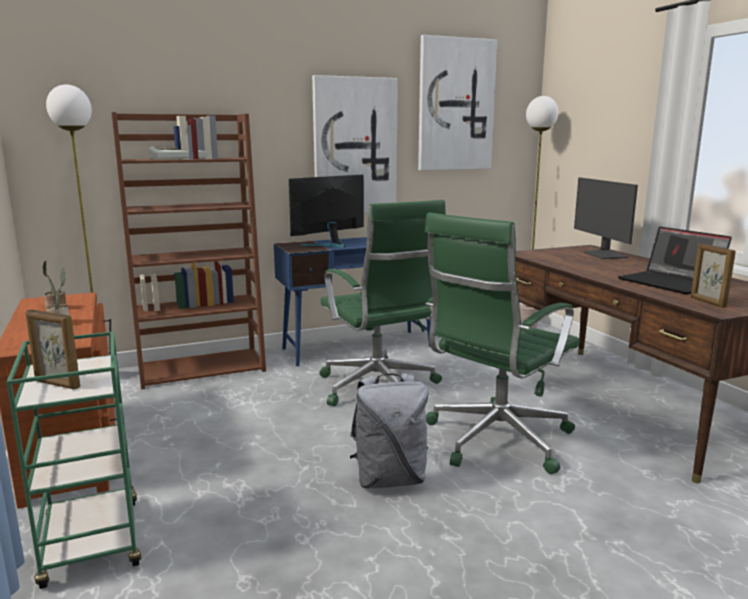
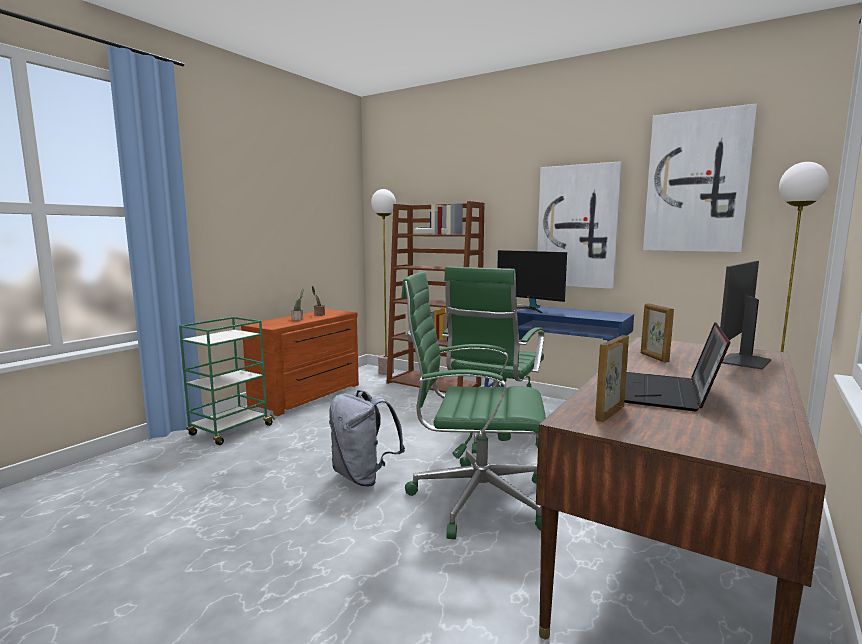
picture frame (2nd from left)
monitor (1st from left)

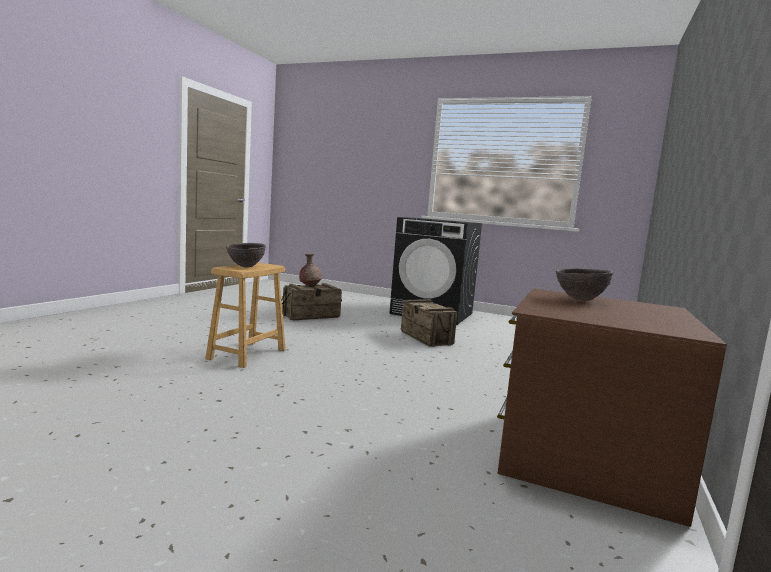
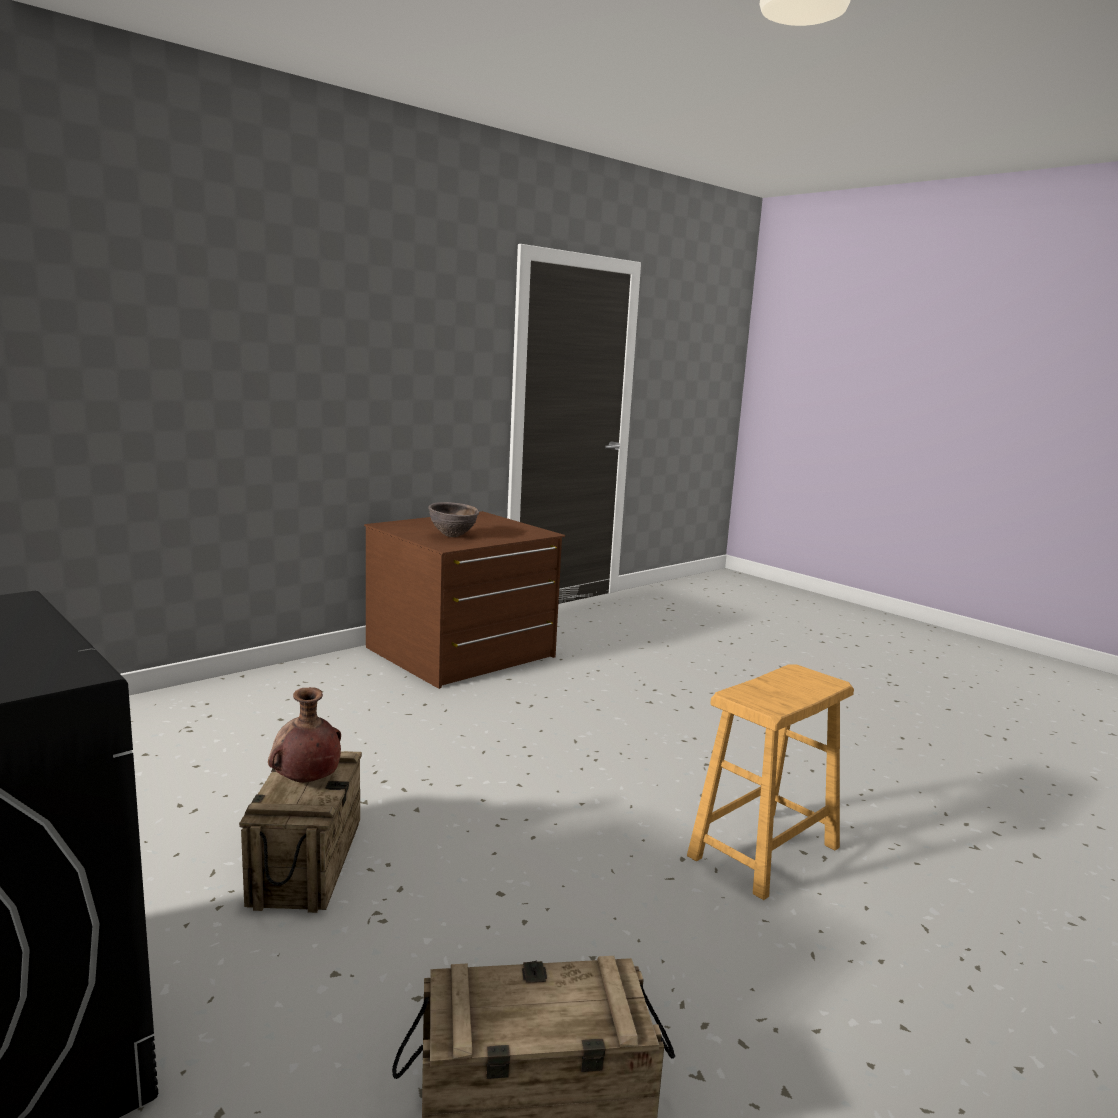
deep dish (brown) (1st from left in the first image)
decorative vase (brown)

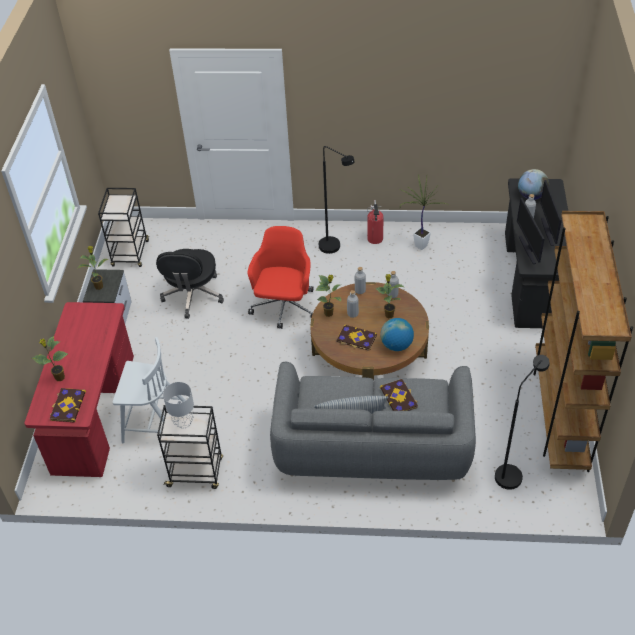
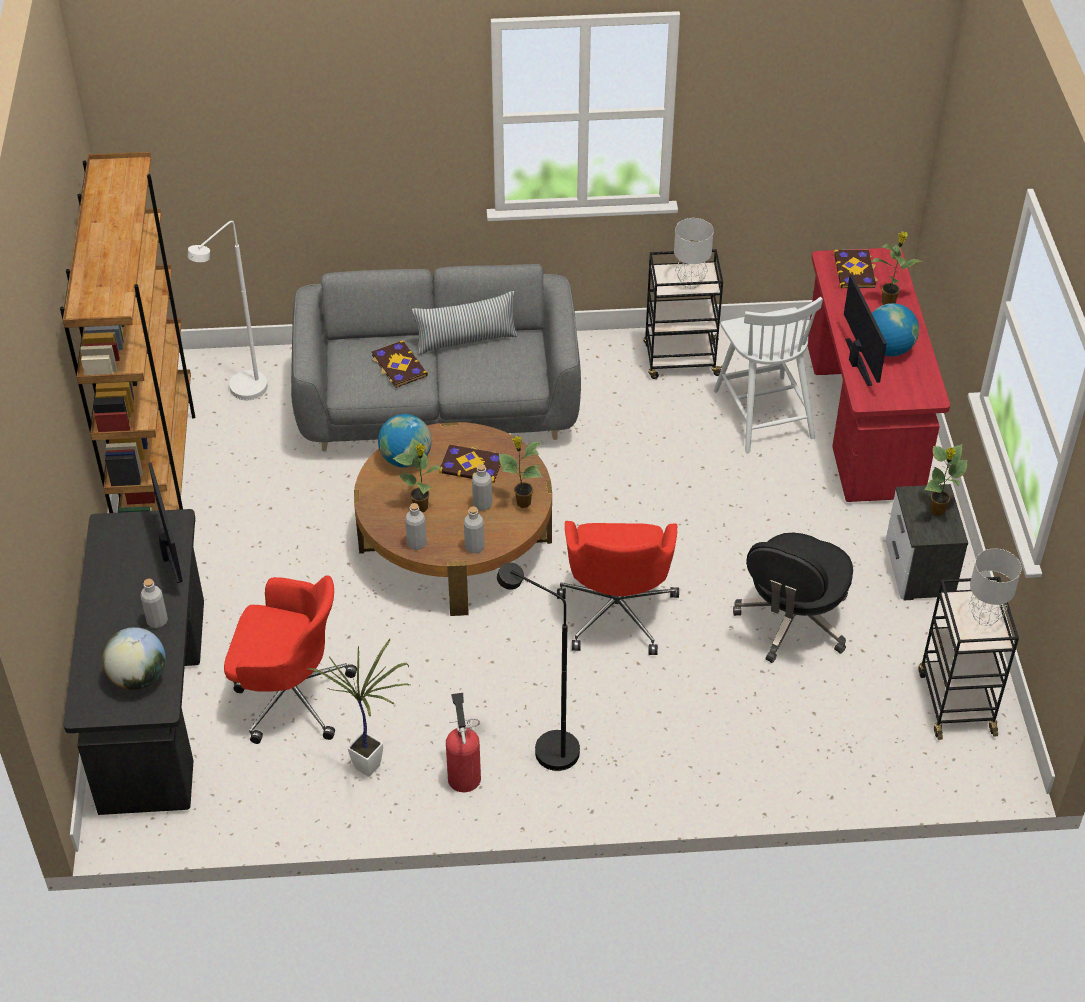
upright chair (white-coloured)
office chair (black)
standard lamp (white-coloured)
monitor (2nd from left)
office chair (red-coloured) (1st from left)
desk globe (3rd from left)
lamp for a table (gray) (2nd from left)

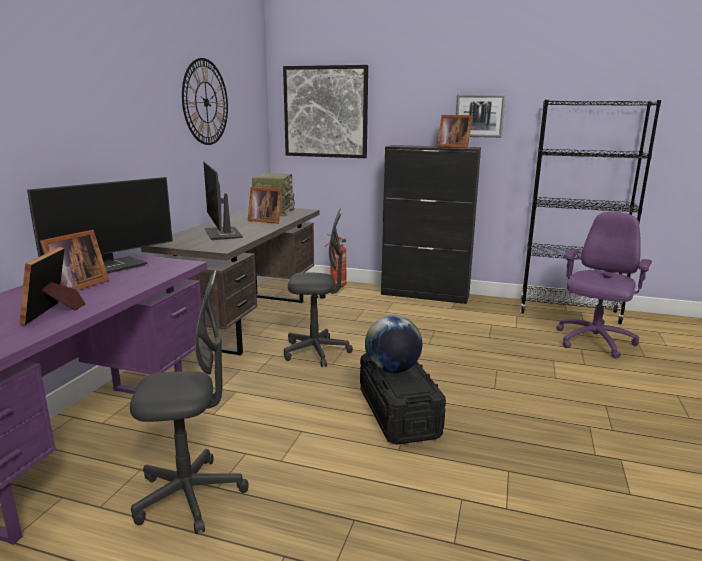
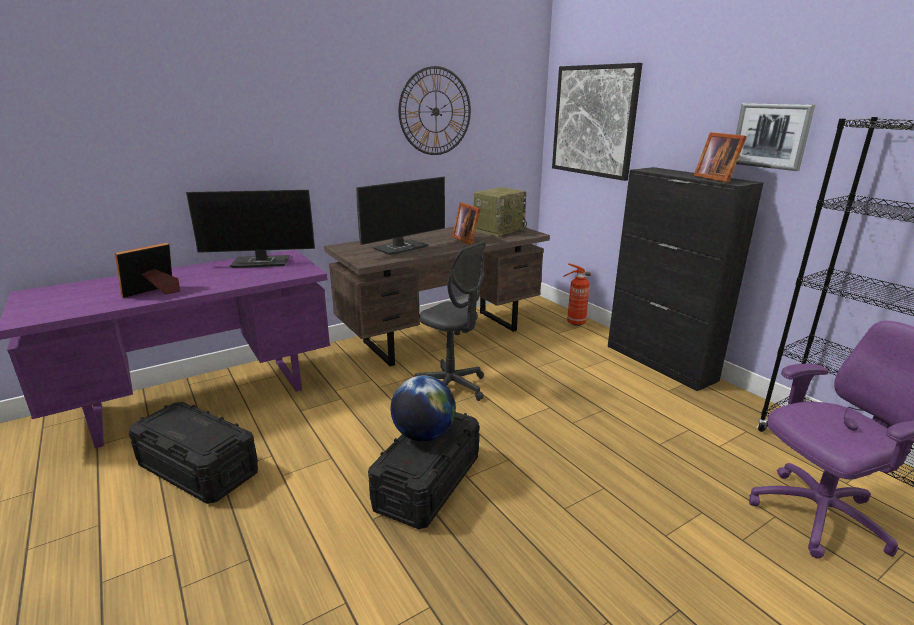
picture frame (2nd from left in the first image)
storage bin (black) (1st from left)
monitor (2nd from left)

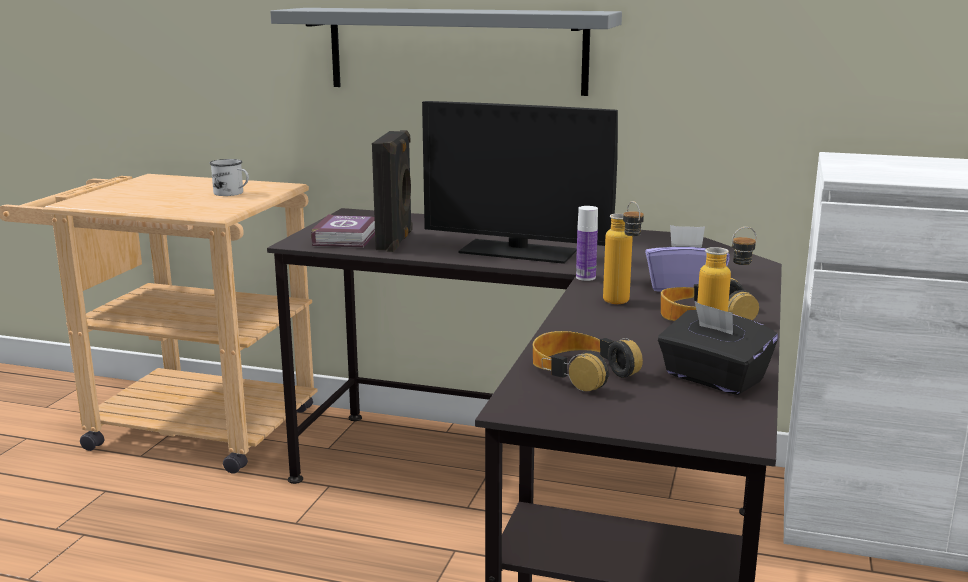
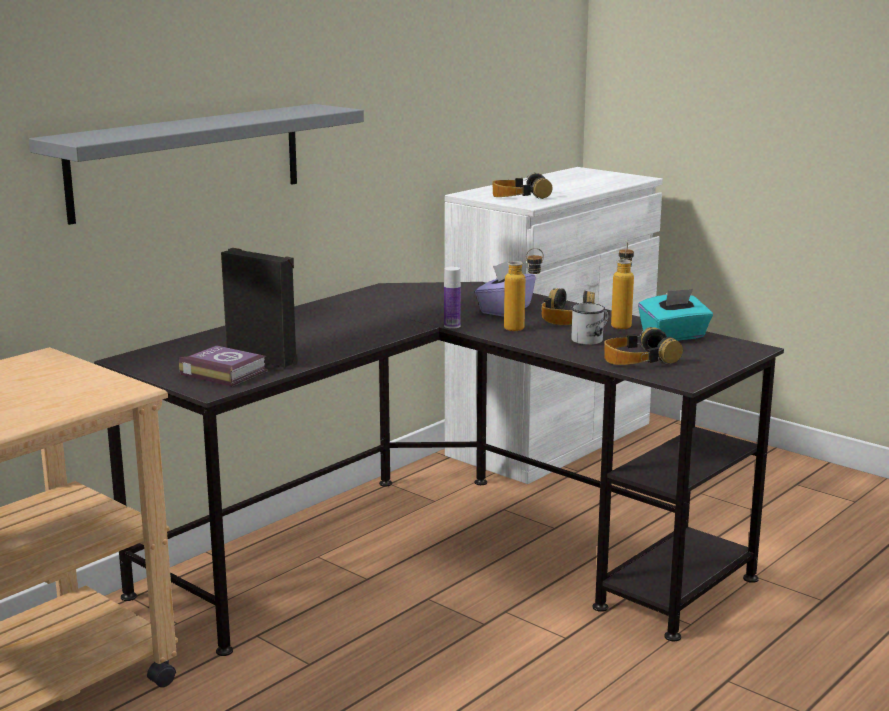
tea mug (white-coloured)
monitor
tissue holder (turquoise)
pair of headphones (1st from left)

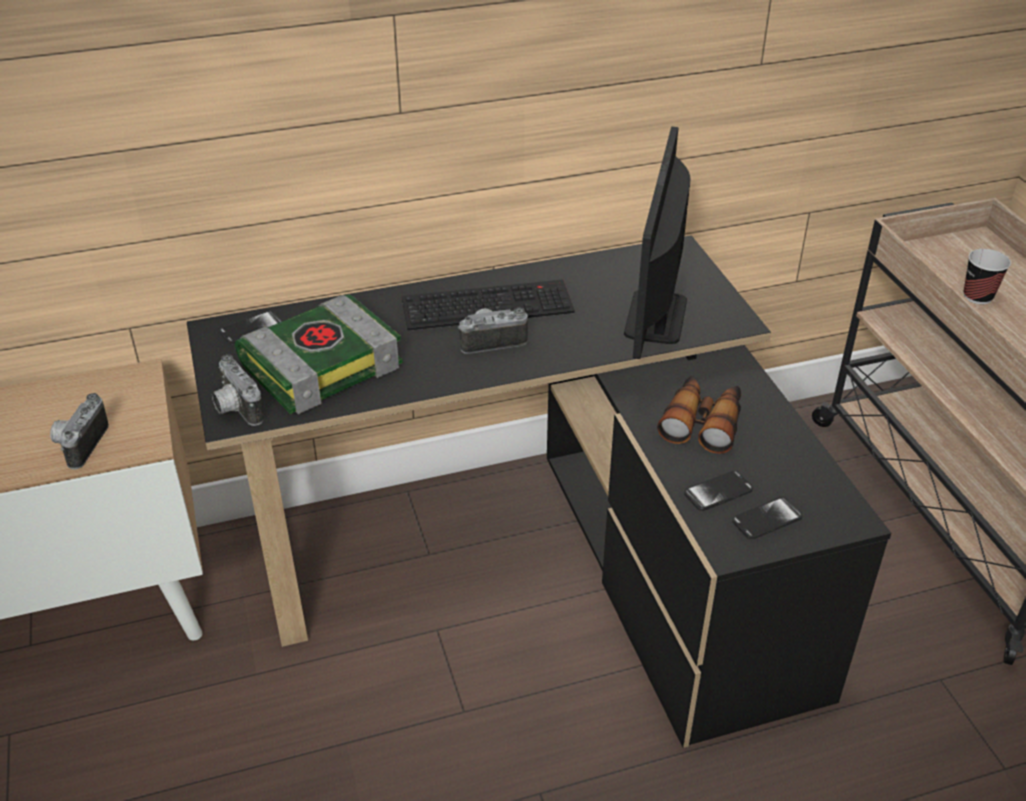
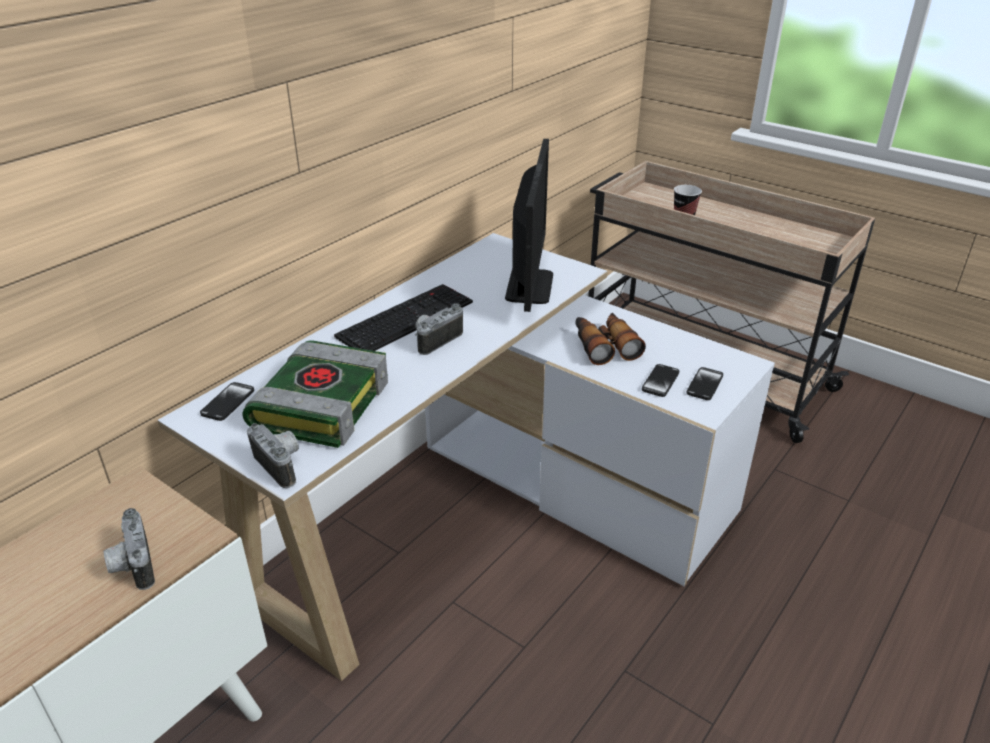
desk unit (white-coloured)
photo camera (2nd from left)
monitor

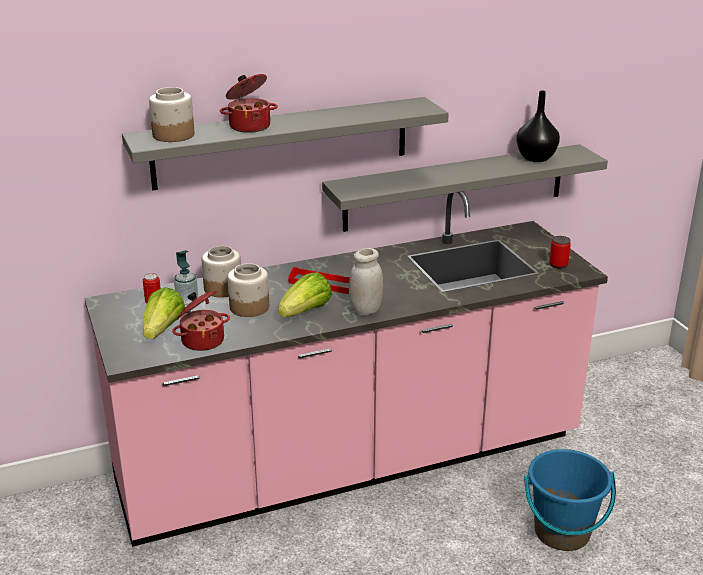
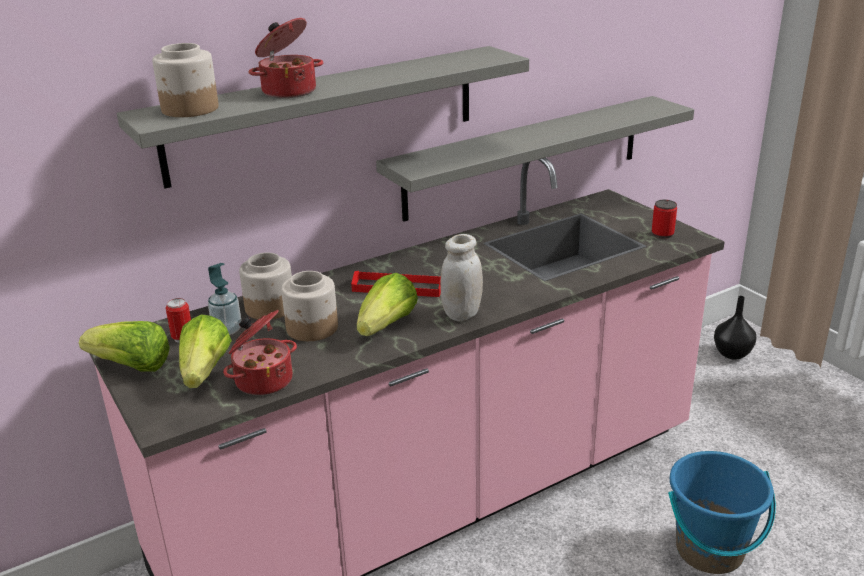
decorative vase (black)
lettuce (1st from left)

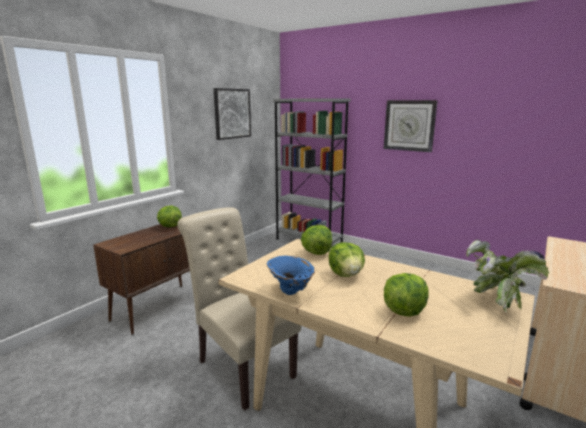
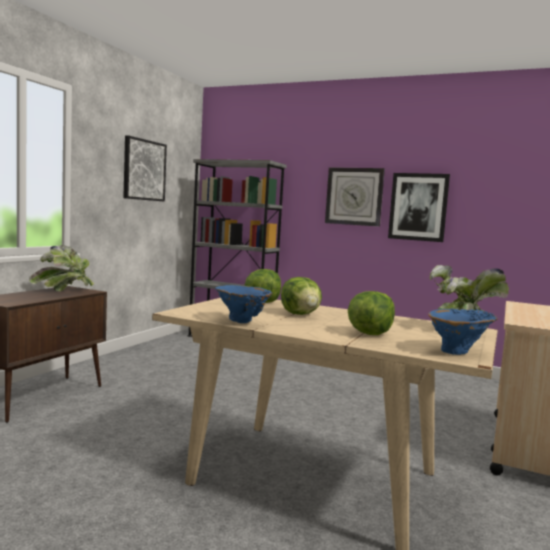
houseplant (1st from left)
upright chair (sand-coloured)
wall art (2nd from left)
decorative vase (bluish) (2nd from left)

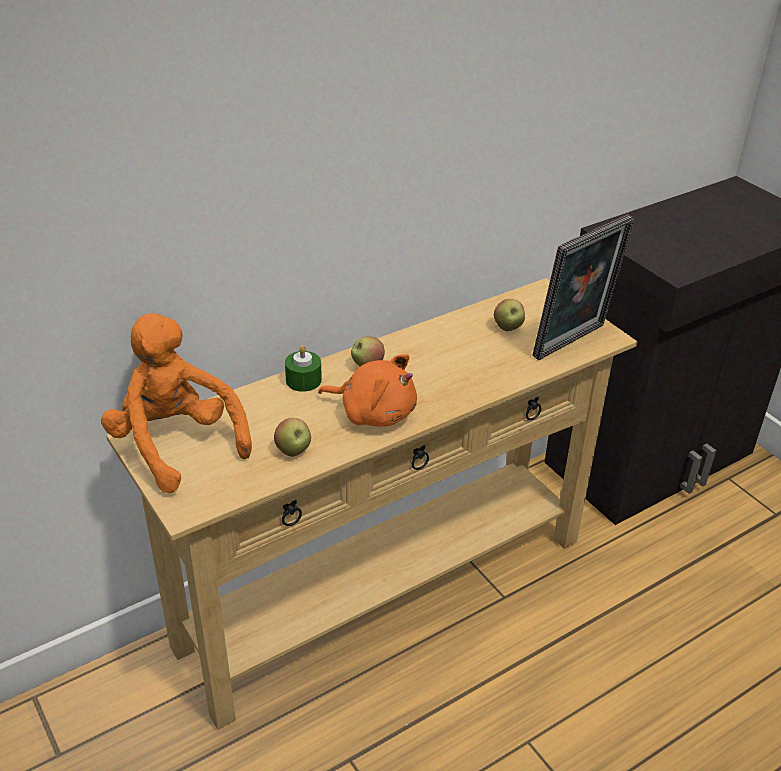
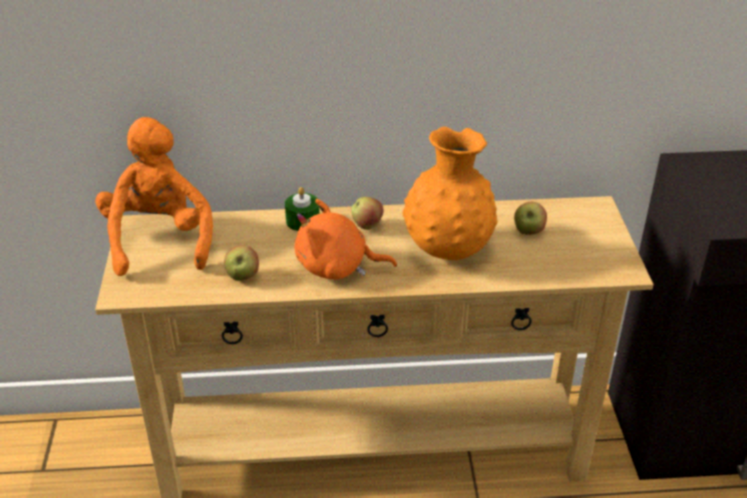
cuddly toy (orange-coloured) (2nd from left)
picture frame
decorative vase (orange-coloured)

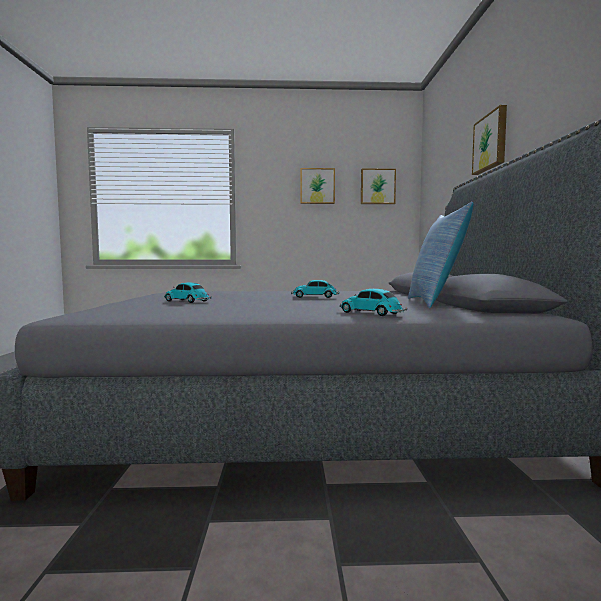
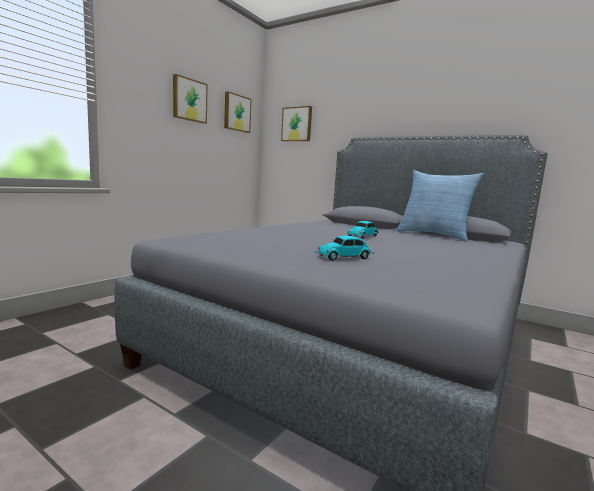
miniature car (3rd from left in the first image)
wall art (3rd from left)

